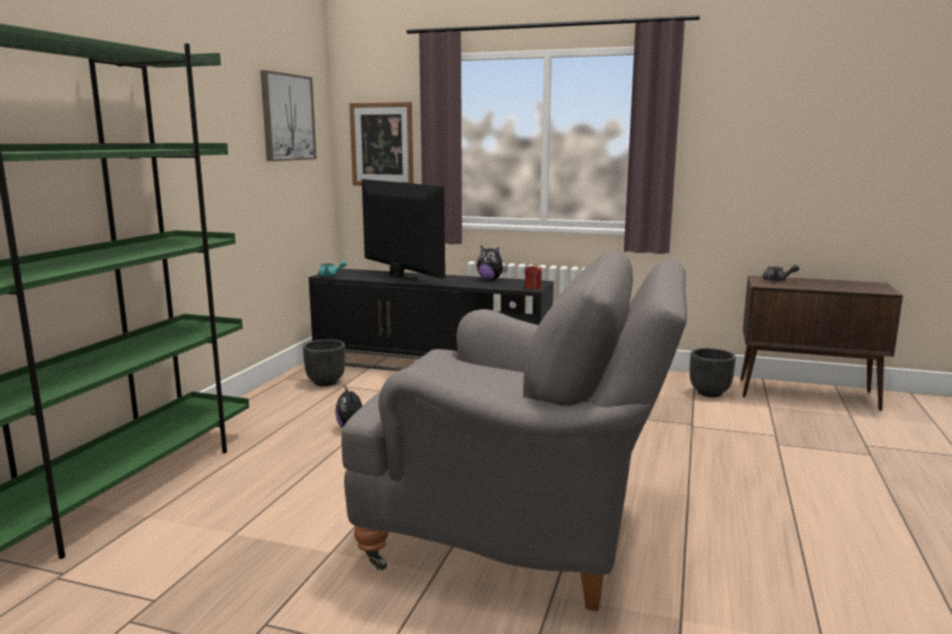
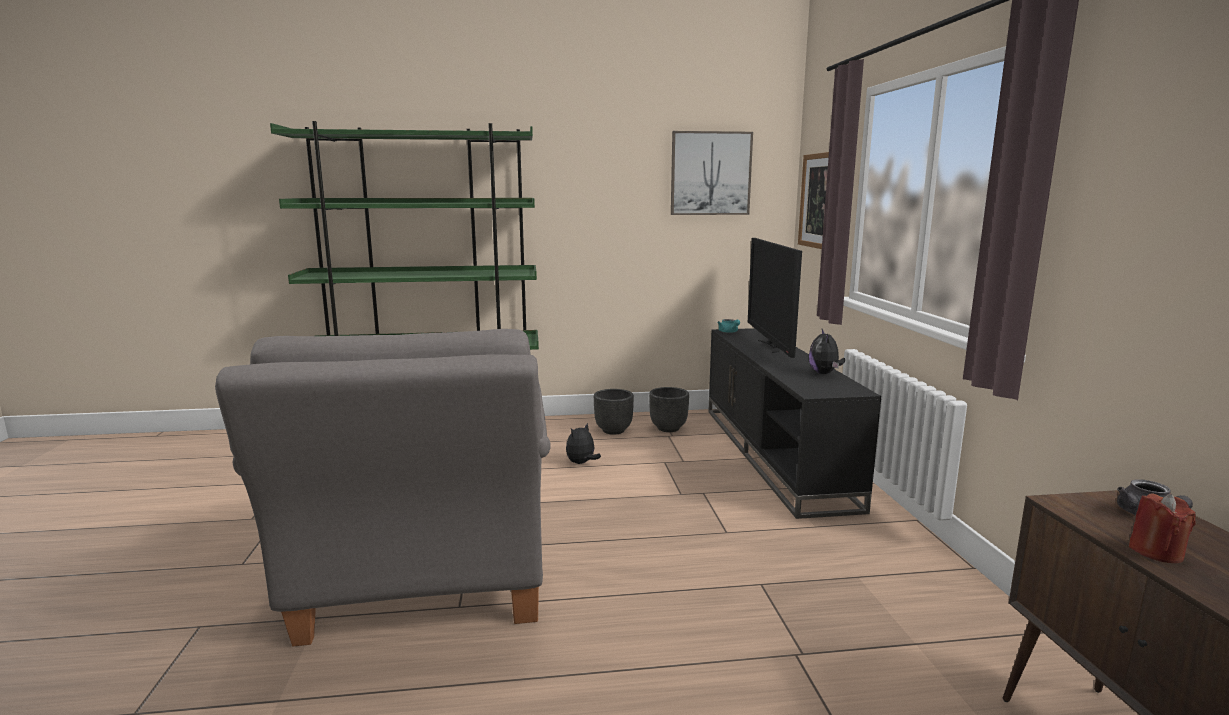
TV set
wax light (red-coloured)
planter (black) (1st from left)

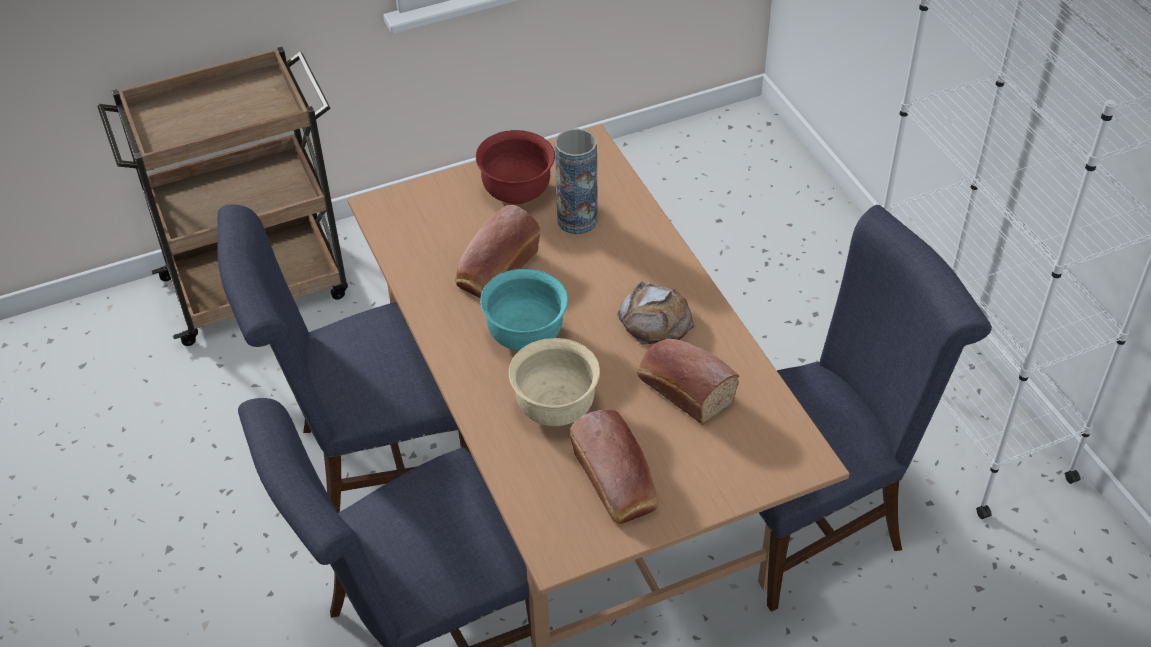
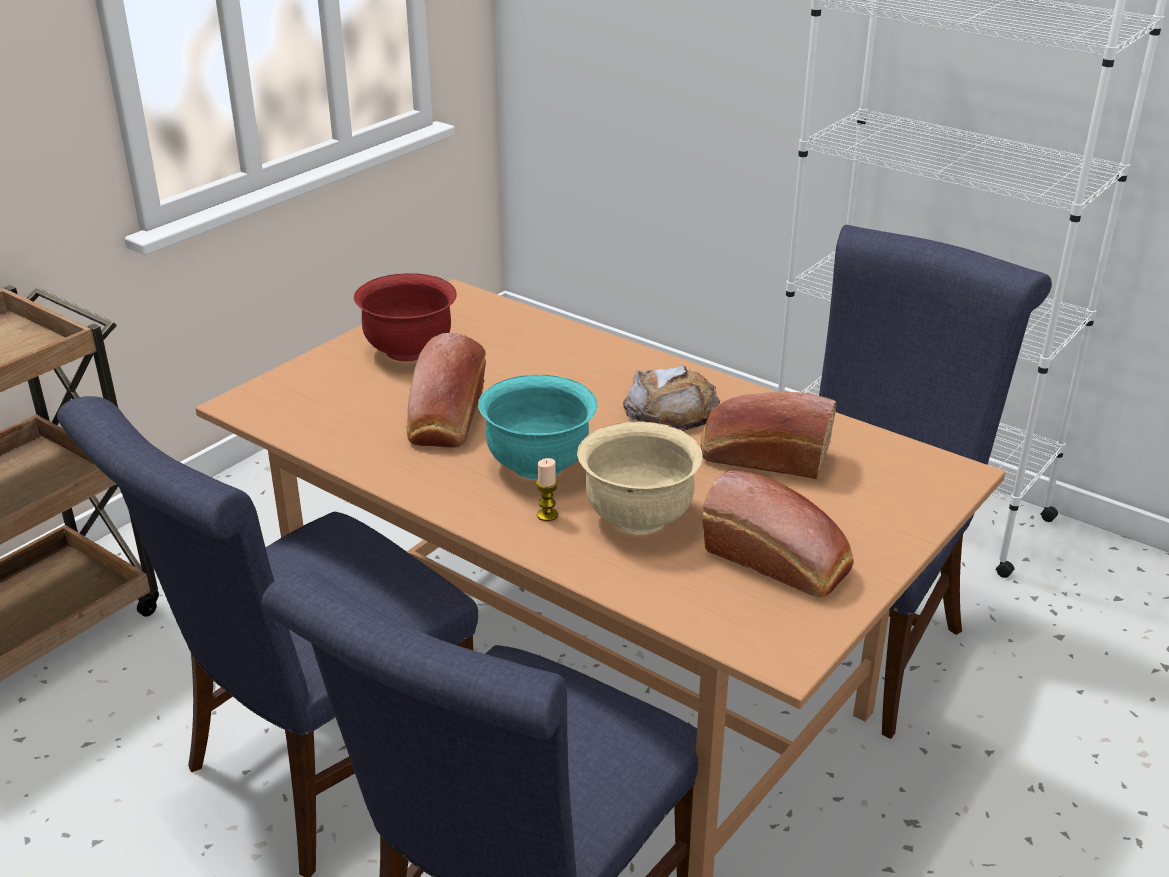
decorative vase
wax light

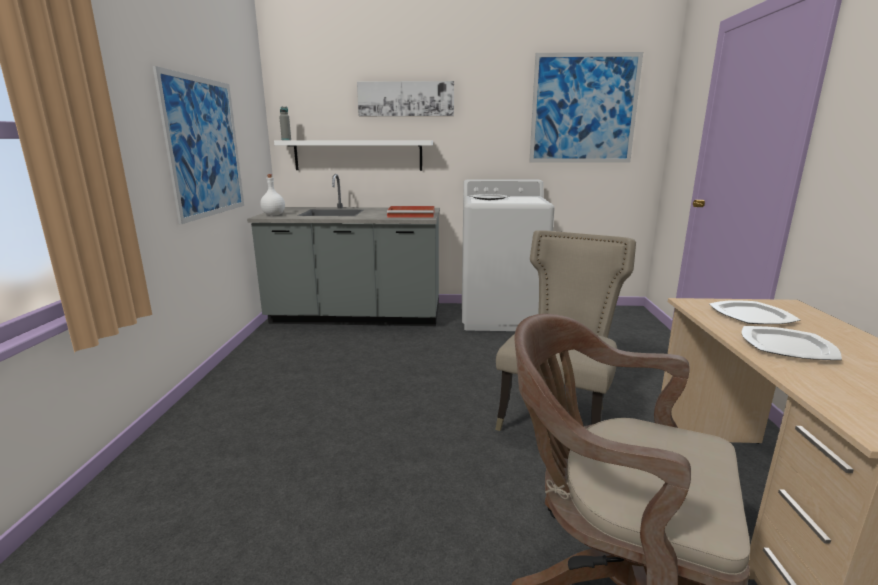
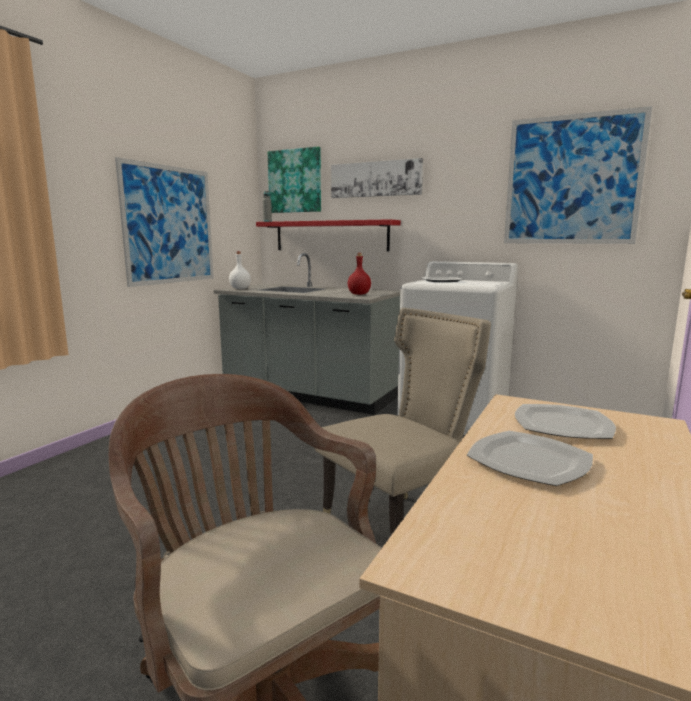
bracket shelf (red-coloured)
drink bottle (red-coloured)
wall art (2nd from left)

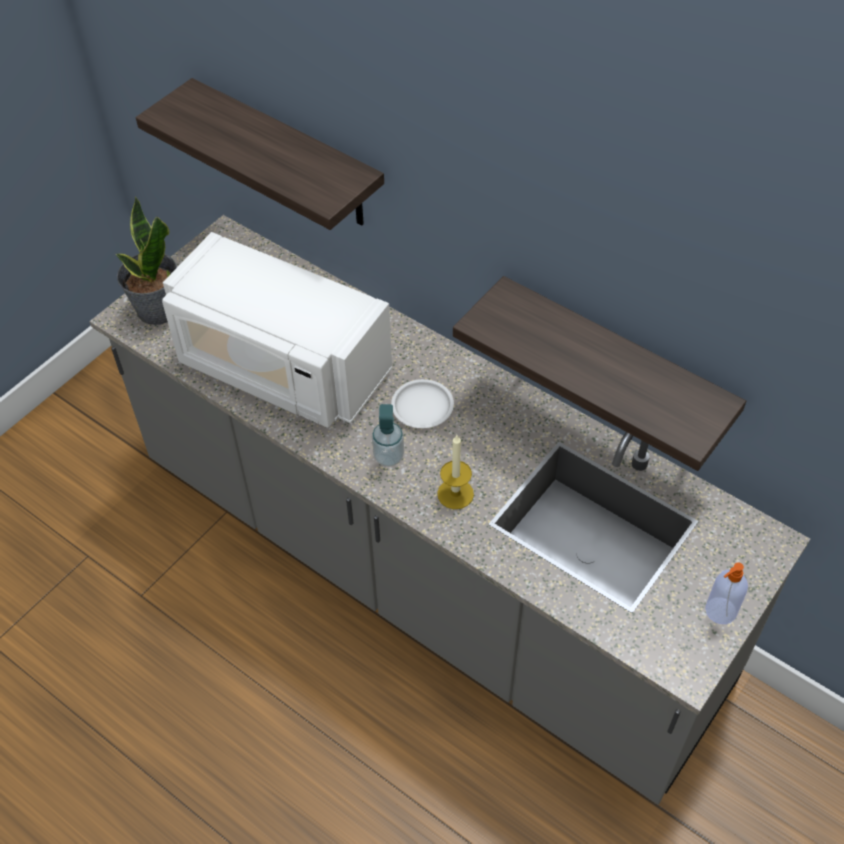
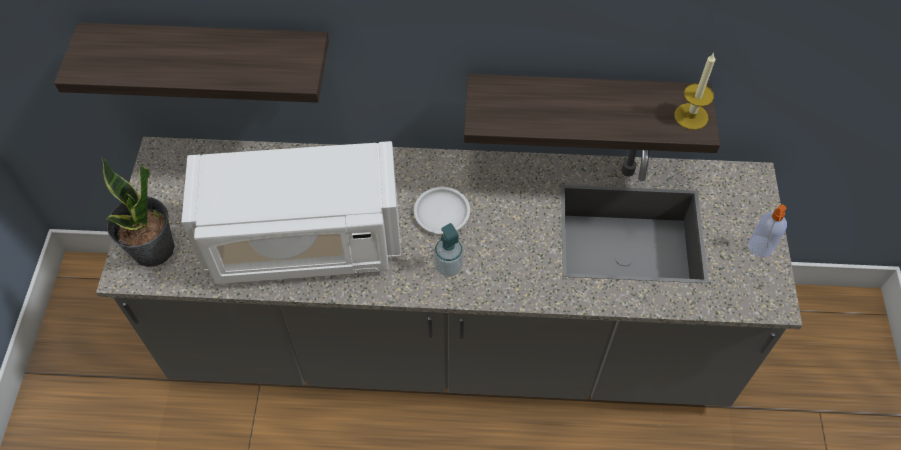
wax light

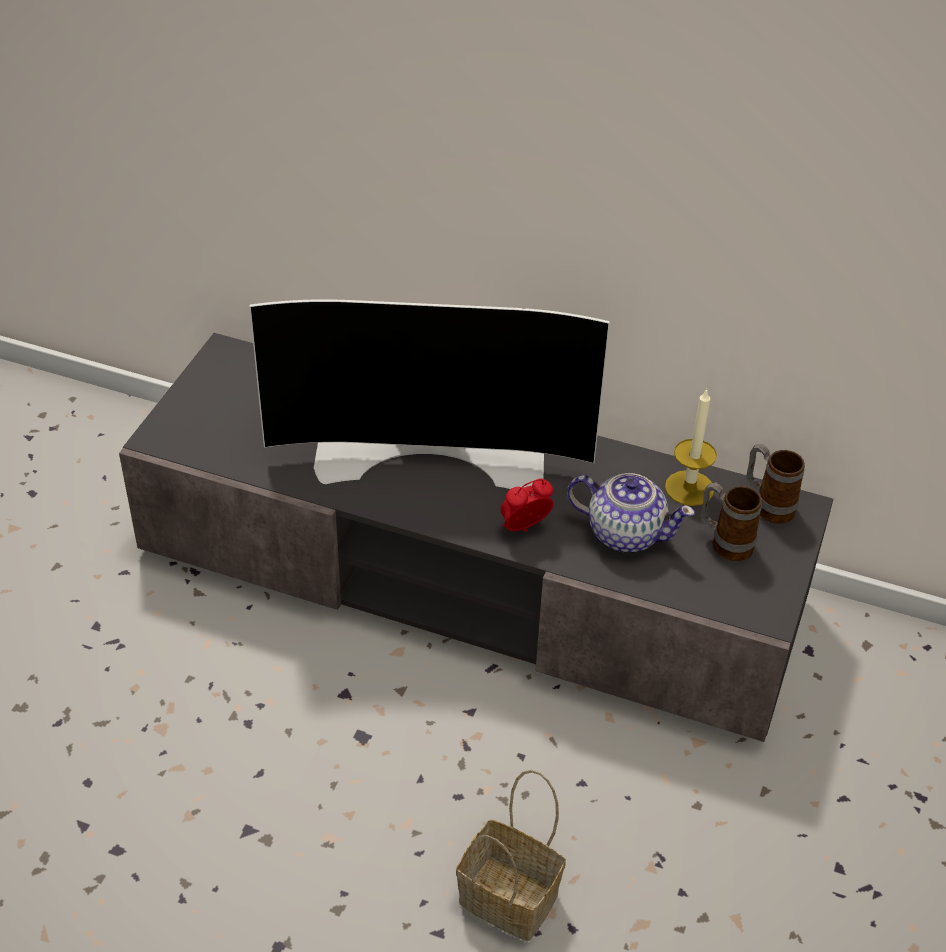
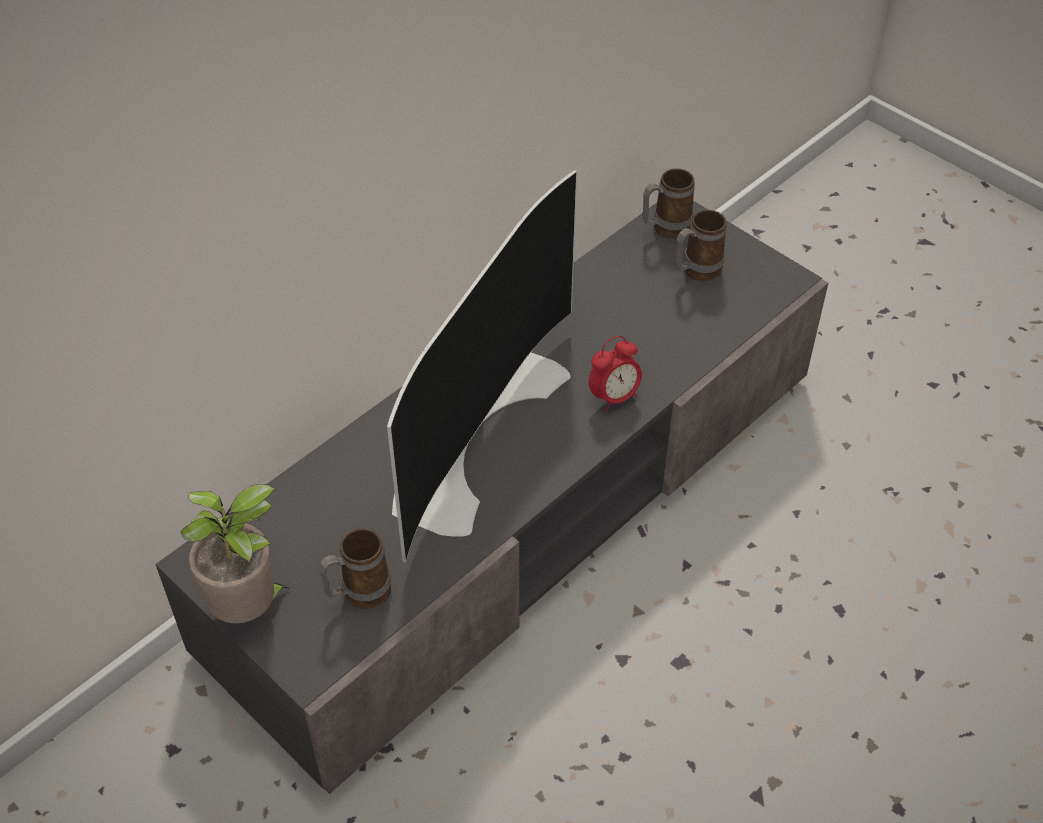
household basket
table clock
pot for tea
wax light
houseplant
tea mug (1st from left)

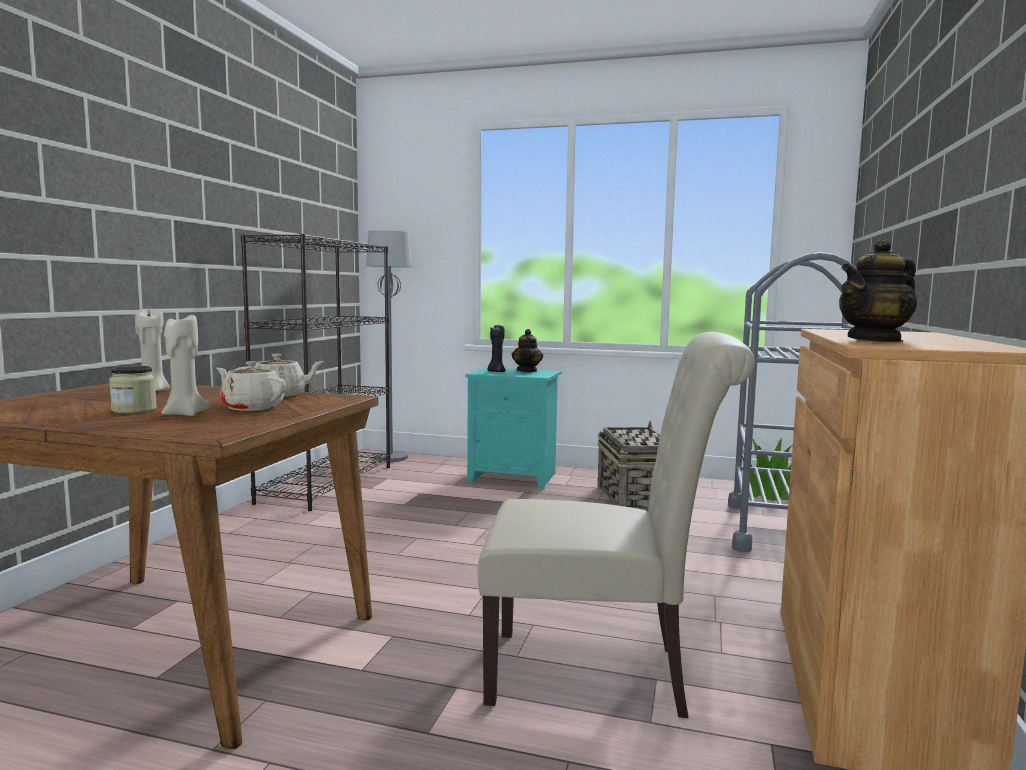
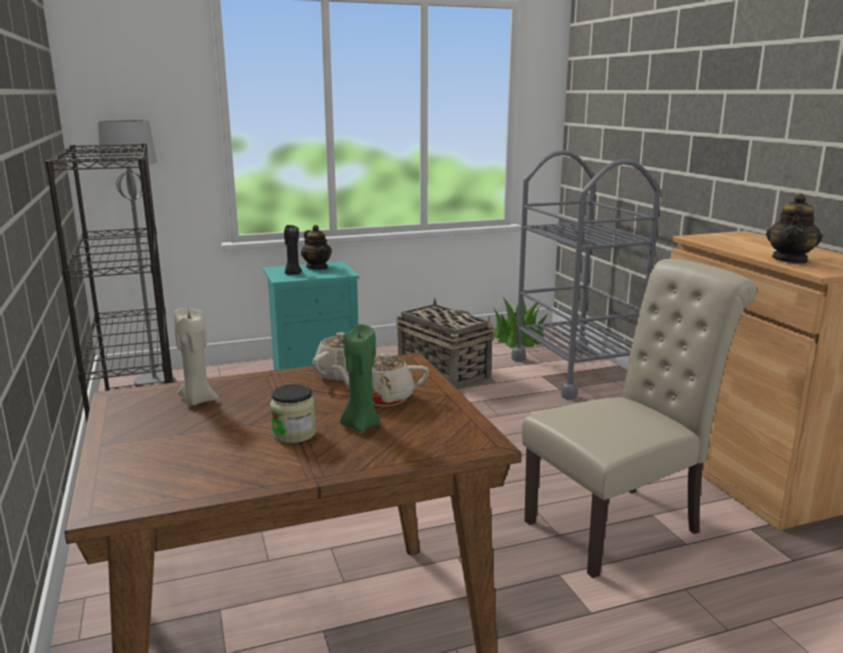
wax light (green-coloured)

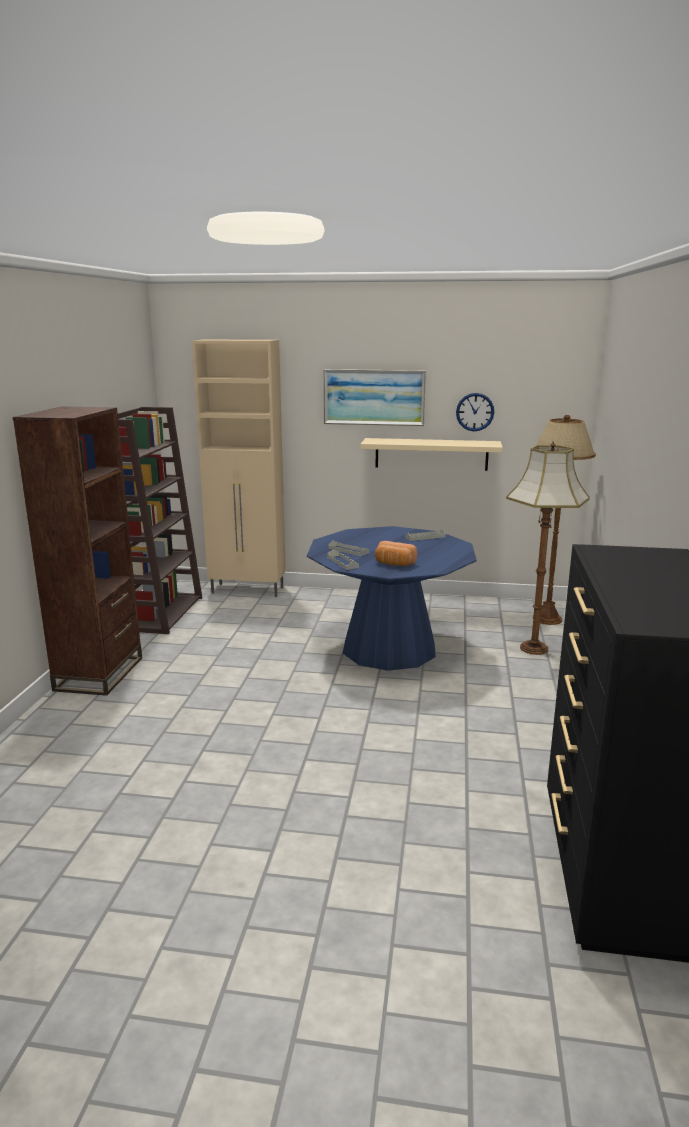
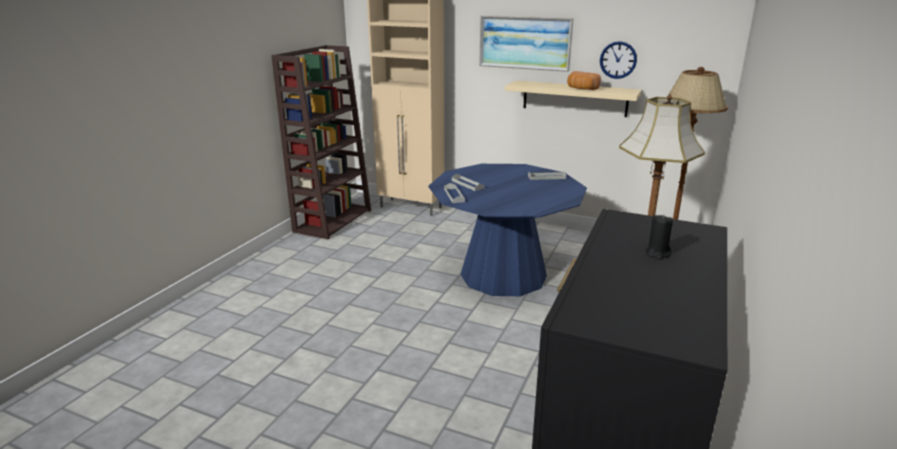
shelving unit (brown) (1st from left in the first image)
bread
wax light (black)

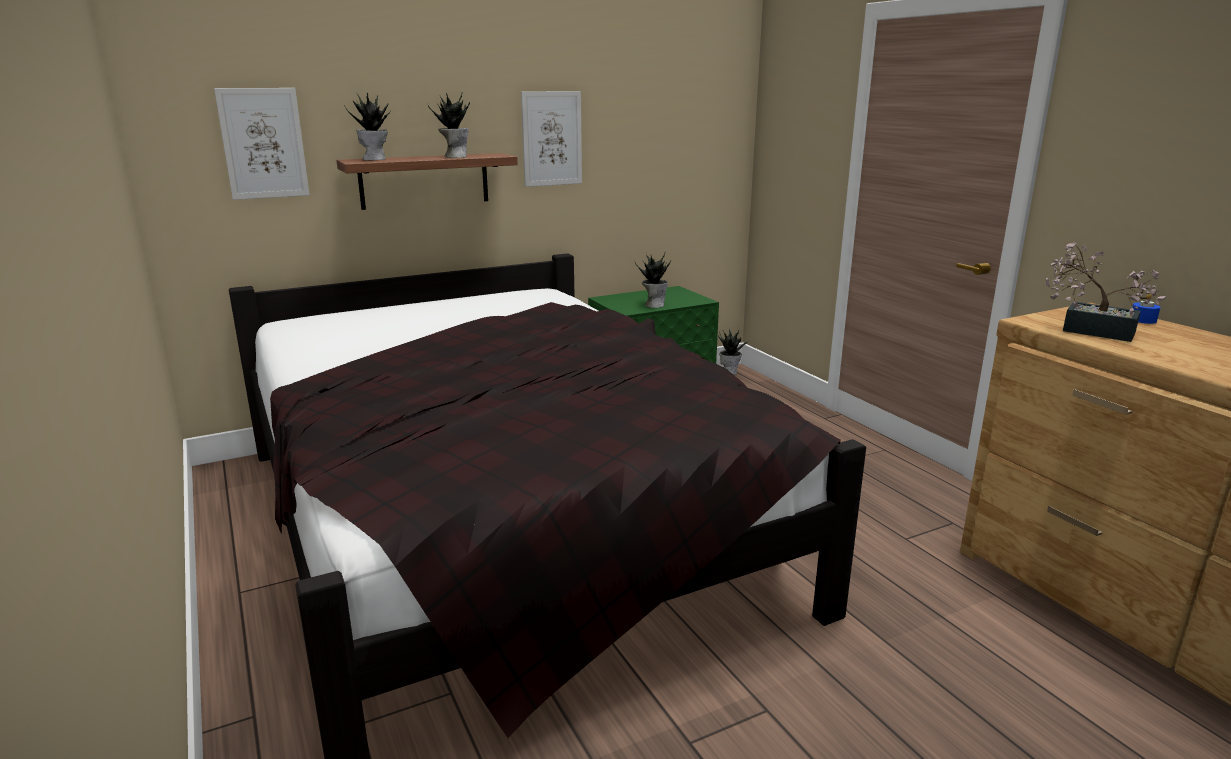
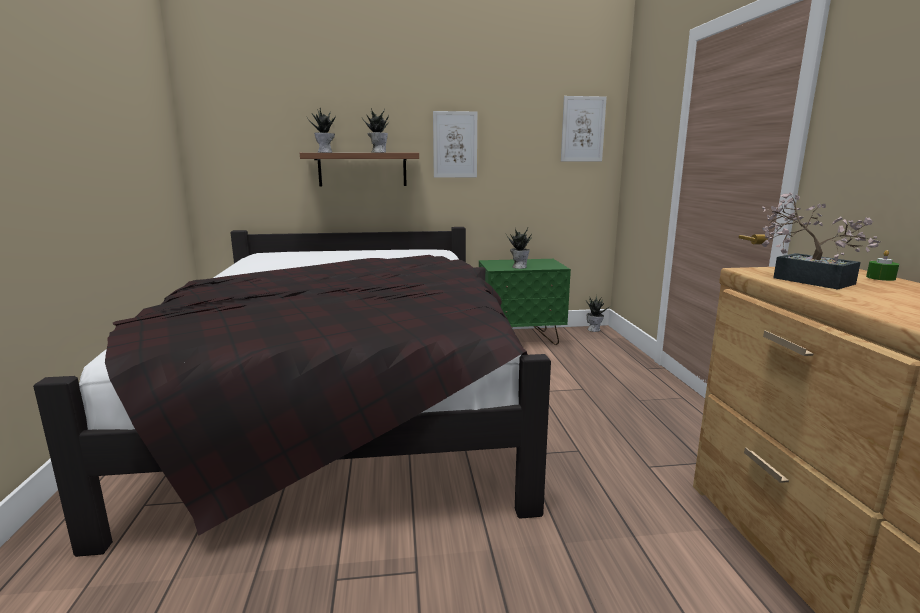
wall art (2nd from left)
wax light (green-coloured)

